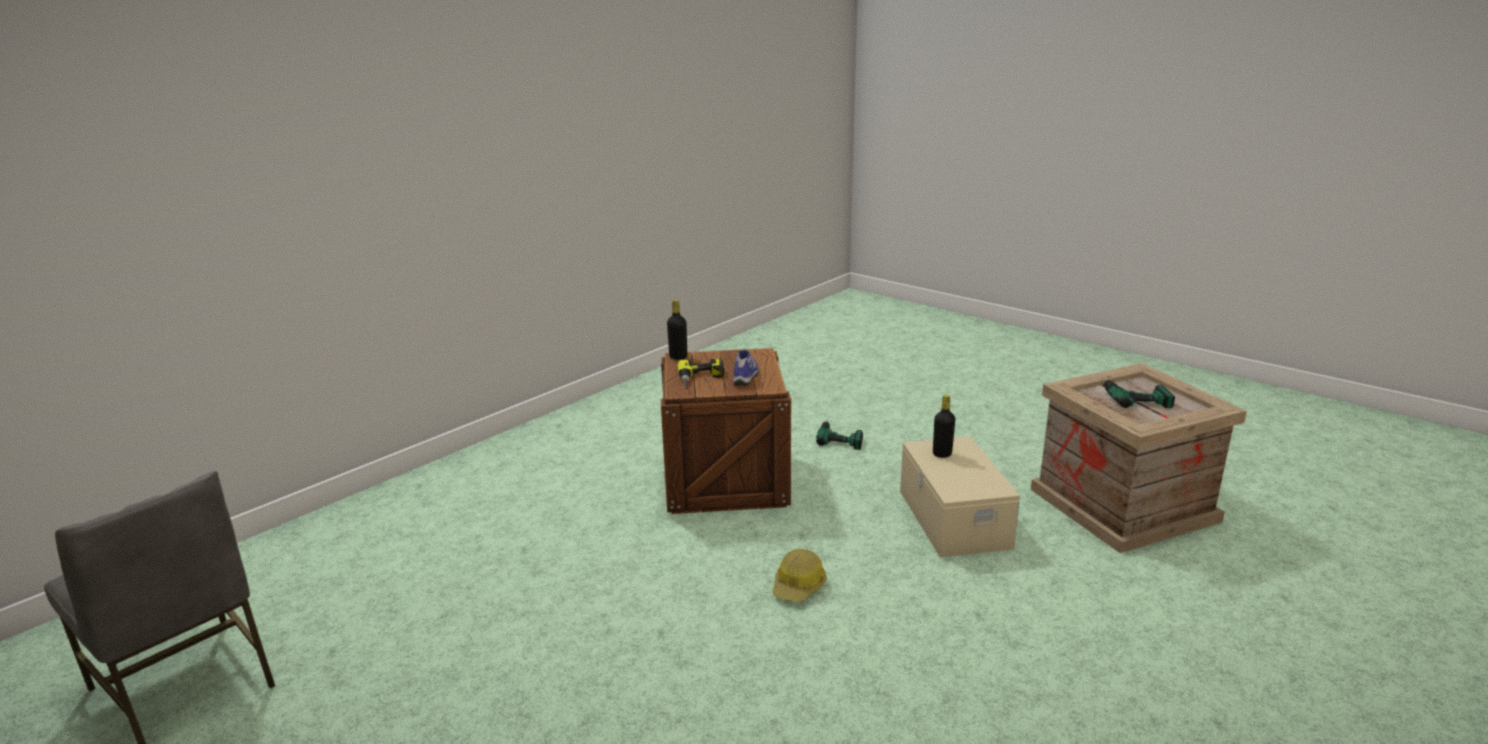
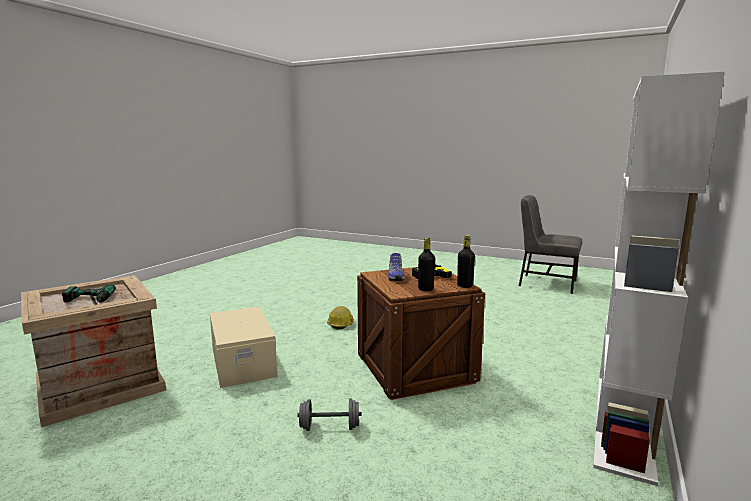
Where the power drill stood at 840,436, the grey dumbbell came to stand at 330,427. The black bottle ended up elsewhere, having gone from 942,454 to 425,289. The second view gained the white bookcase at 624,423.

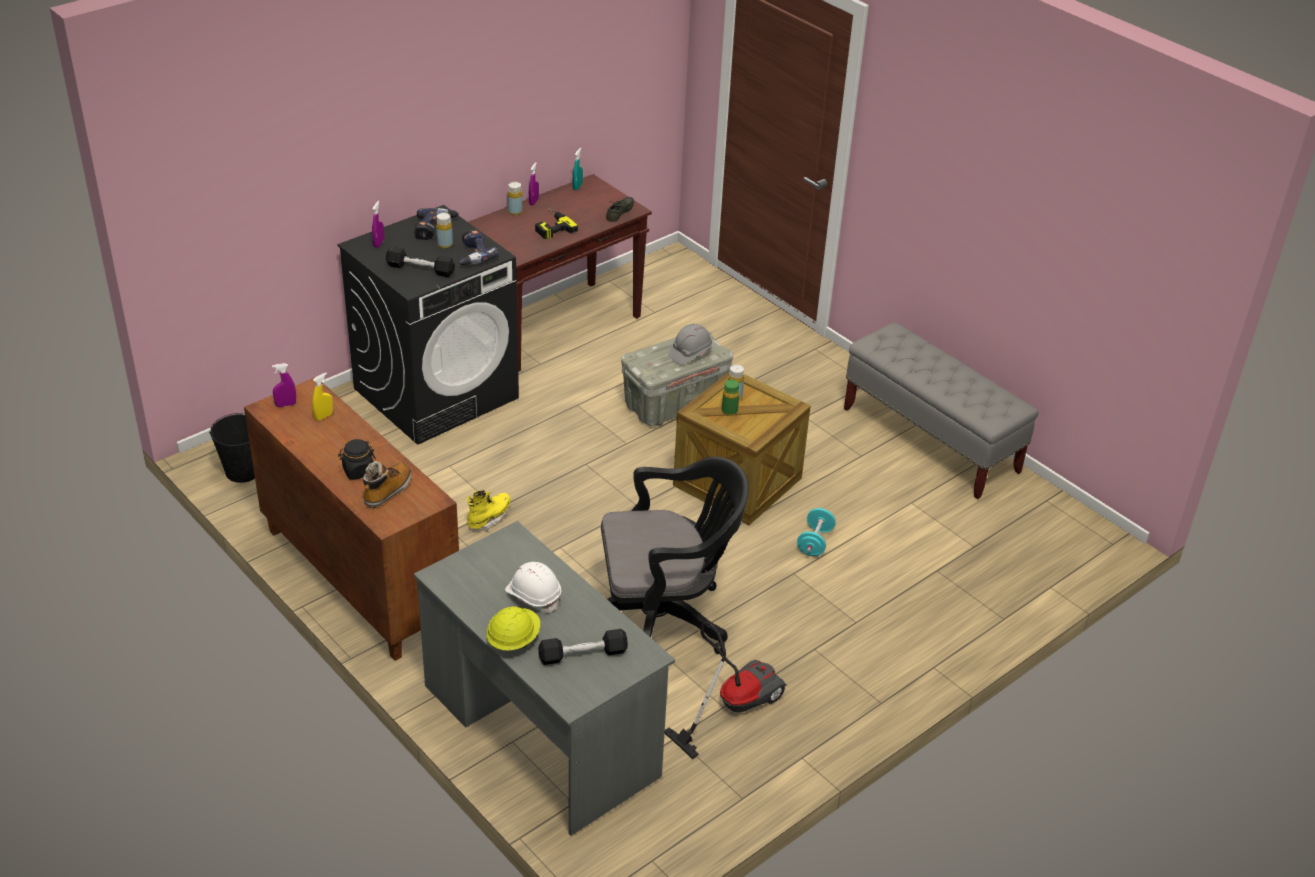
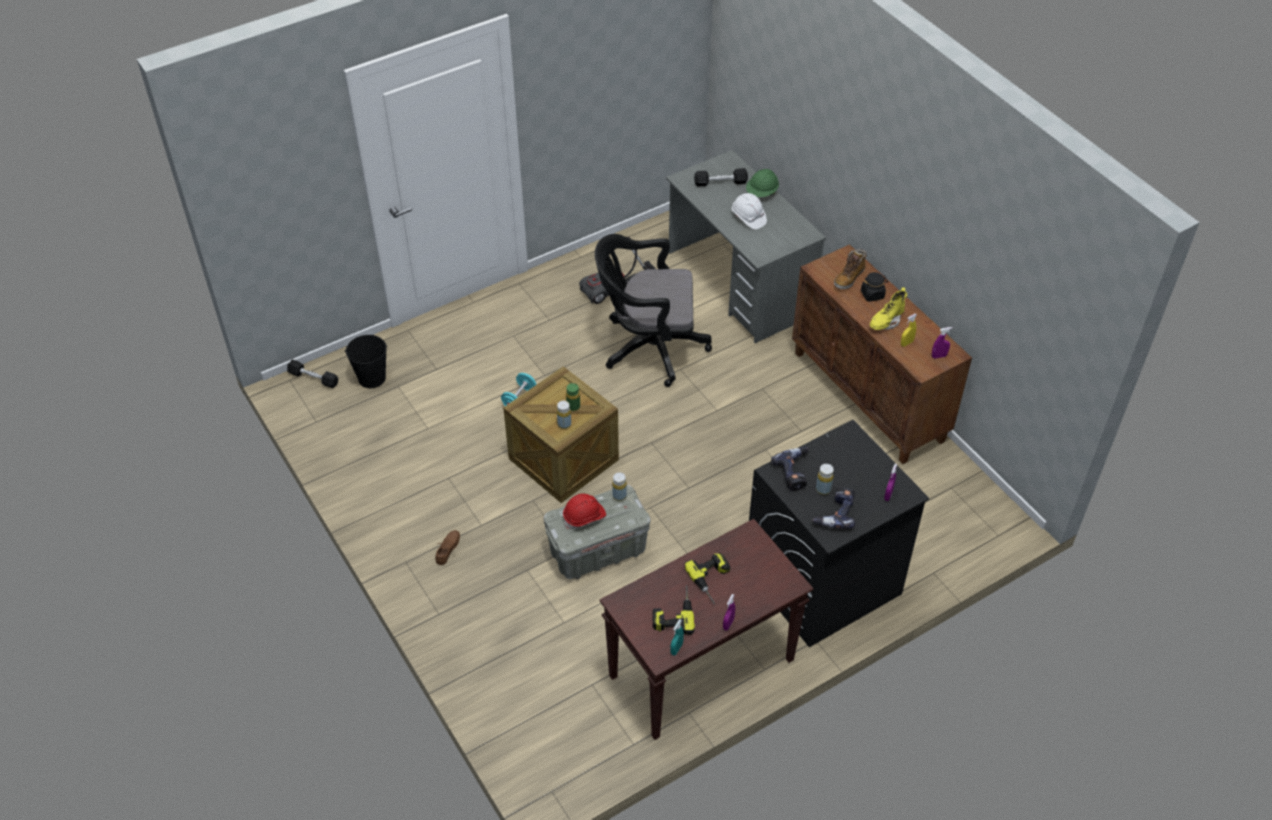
The black dumbbell ended up elsewhere, having gone from 420,269 to 313,378. The black bucket ended up elsewhere, having gone from 243,471 to 372,378. The second view gained the brown shoe at 449,550. What was the grey hard hat at 690,353 turned into the red hard hat at 584,517. The yellow bottle ended up elsewhere, having gone from 515,212 to 619,496. The second view gained the power drill at 673,612. What was the yellow hard hat at 513,640 turned into the green hard hat at 762,193. The yellow boot ended up elsewhere, having gone from 489,518 to 886,322. The second view lost the grey shoe at 621,213. The second view lost the grey bench at 930,441.

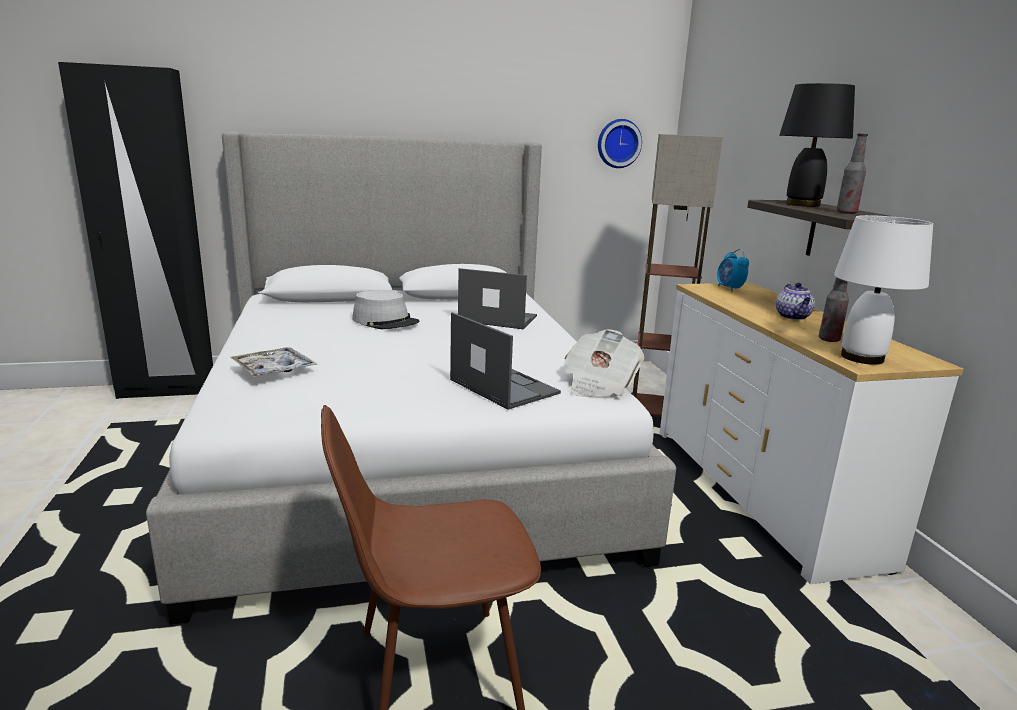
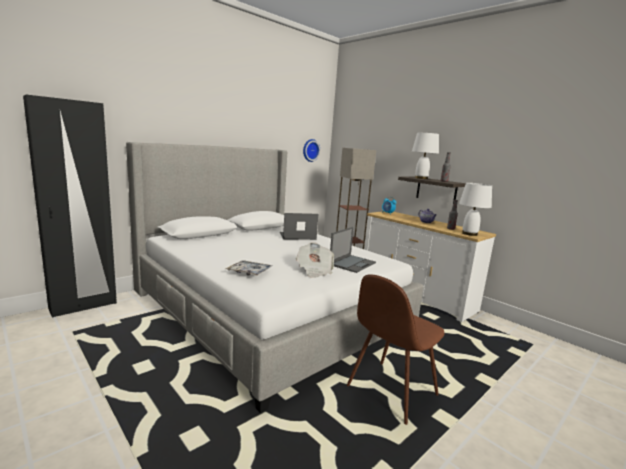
The newspaper ended up elsewhere, having gone from 599,384 to 314,270. The laptop at 502,386 ended up facing another way, 105 degrees clockwise from before. What was the black table lamp at 802,204 turned into the white table lamp at 421,178. The second view lost the grey hat at 385,321.

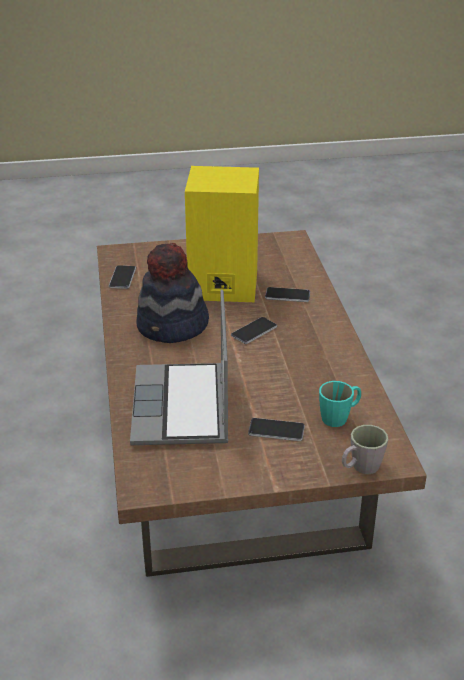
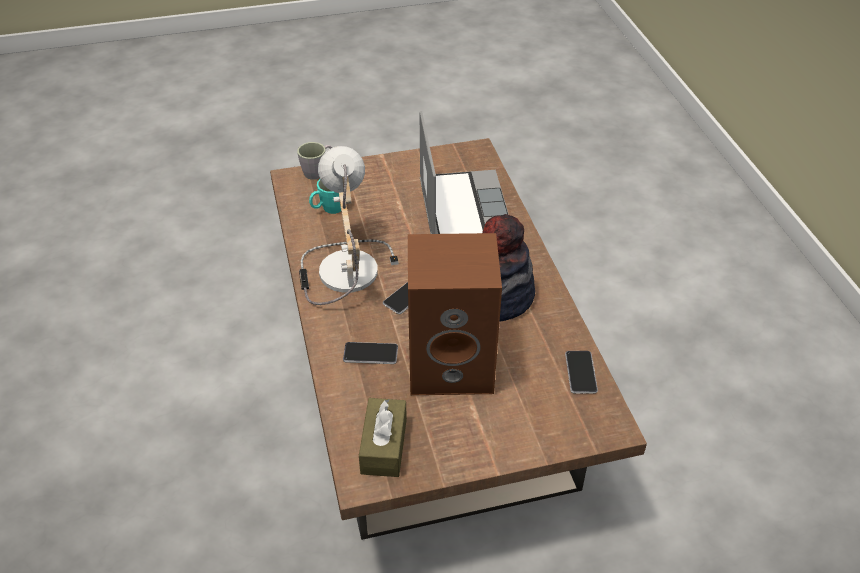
The second view gained the table lamp at 342,270. The second view gained the brown tissue box at 384,446. What was the yellow speaker at 221,286 turned into the brown speaker at 453,364. The second view lost the phone at 276,430.

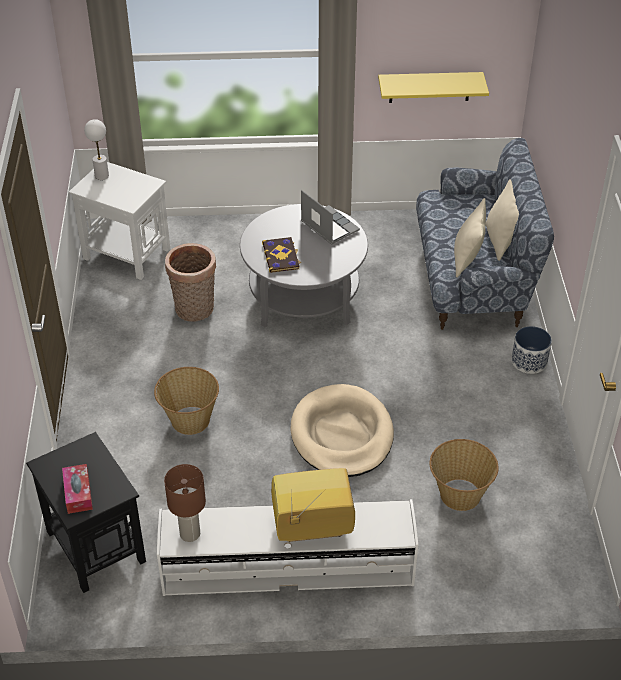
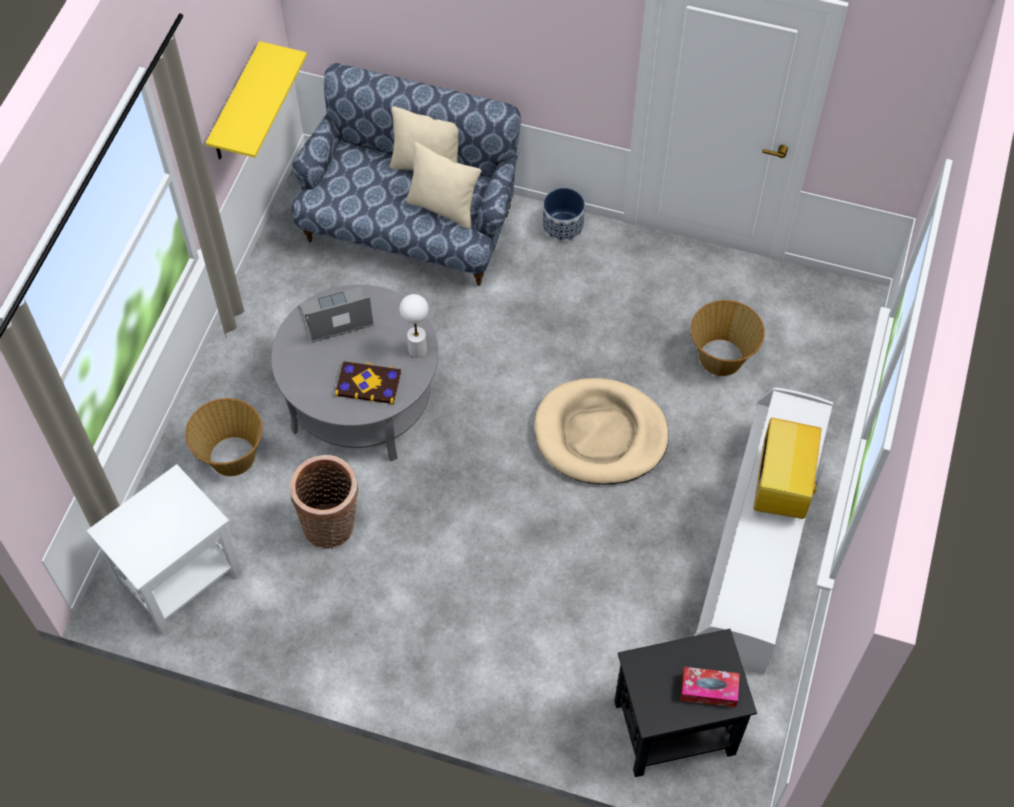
The basket ended up elsewhere, having gone from 189,420 to 232,457. The white table lamp ended up elsewhere, having gone from 101,176 to 417,350. The second view lost the brown table lamp at 190,534.

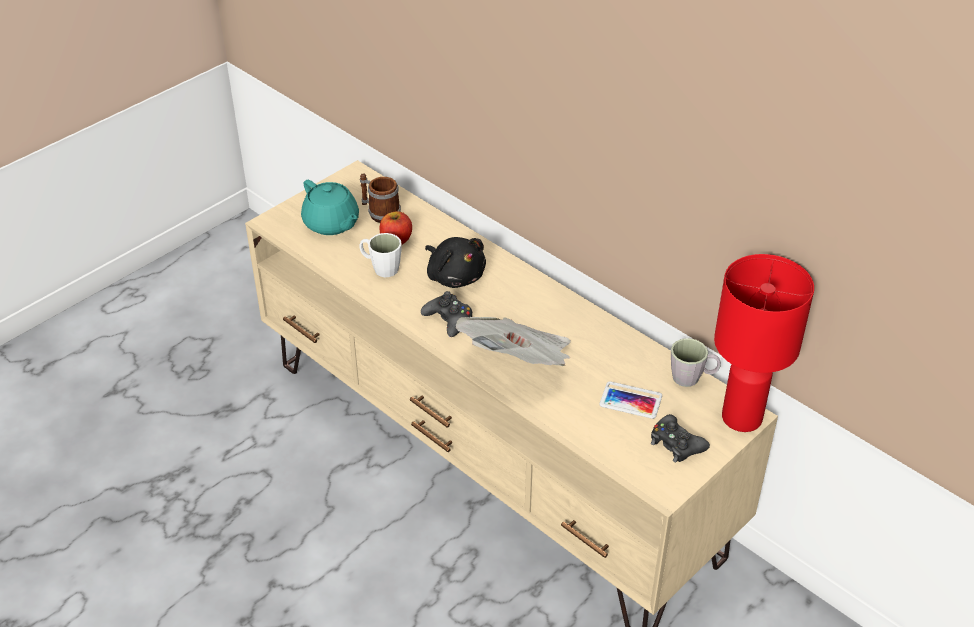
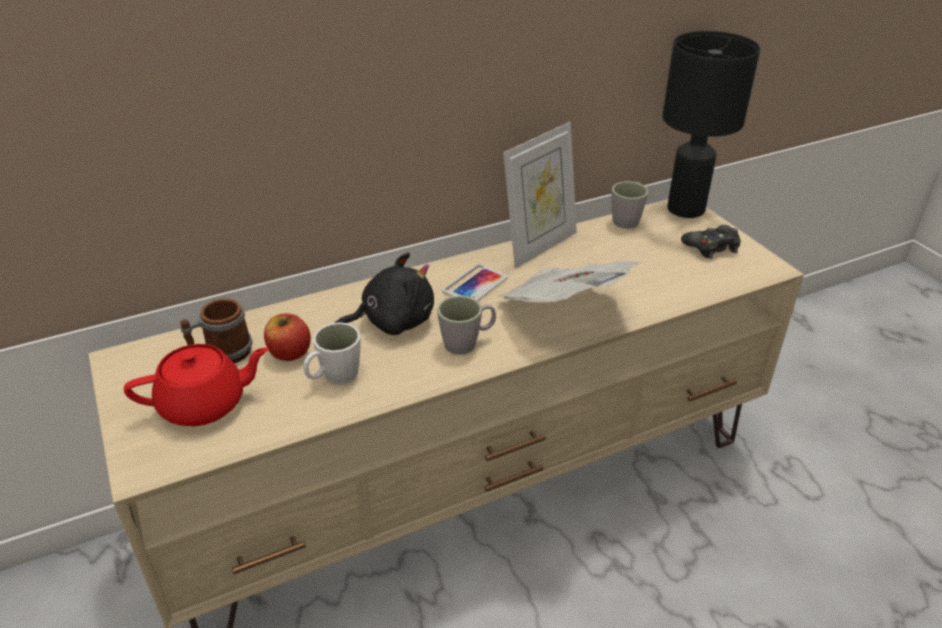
What was the turquoise teapot at 331,224 turned into the red teapot at 205,404. Where the black game controller stood at 449,319, the grey mug came to stand at 467,342. The phone ended up elsewhere, having gone from 630,400 to 475,285. The second view gained the picture frame at 539,246. What was the red table lamp at 740,418 turned into the black table lamp at 686,209.

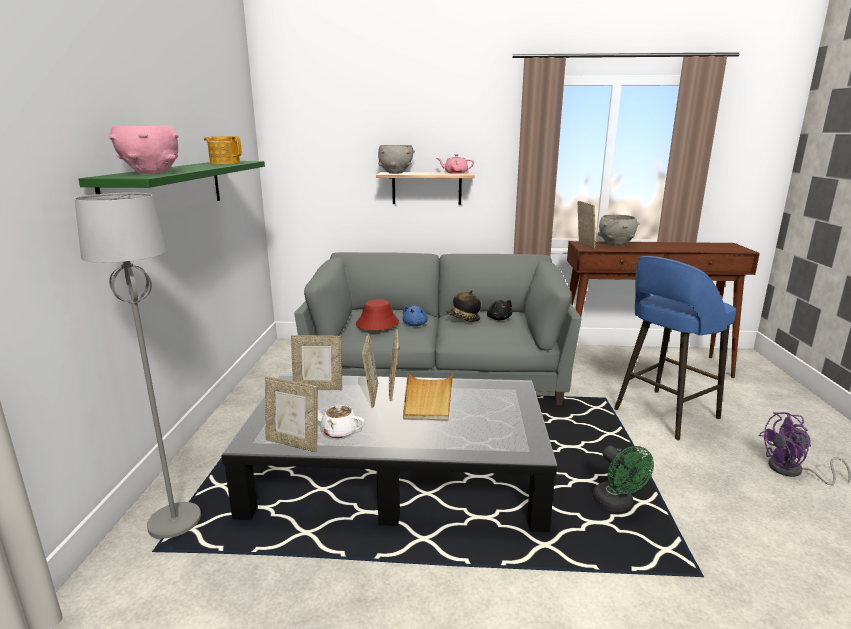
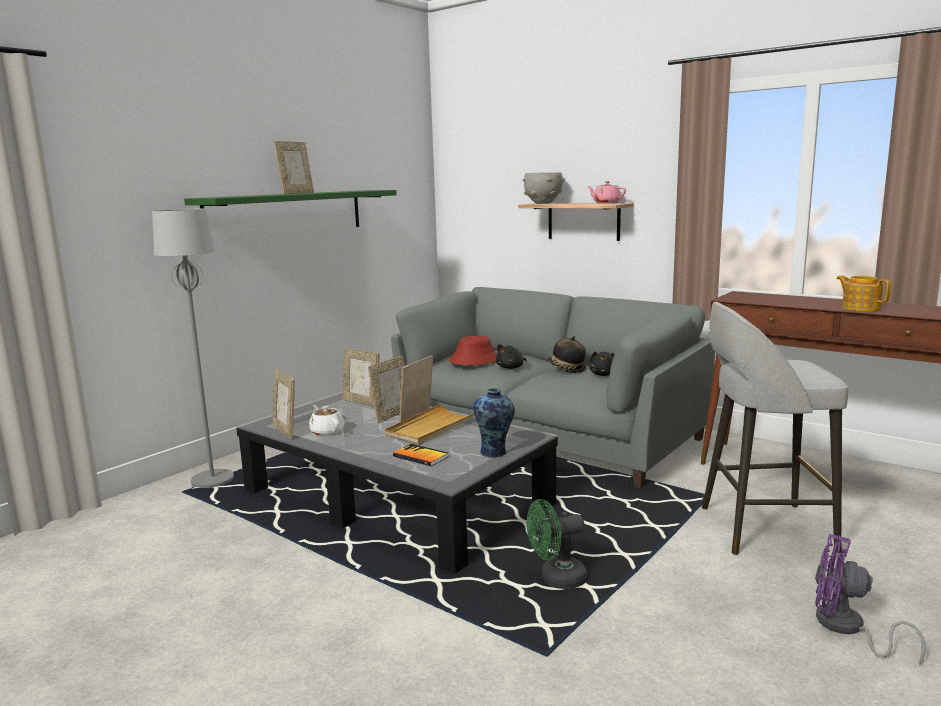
The picture frame ended up elsewhere, having gone from 584,245 to 296,193. The second view gained the book at 420,456. The second view gained the vase at 494,453. What was the blue plush toy at 415,325 turned into the black plush toy at 511,368. The green fan at 617,505 ended up facing another way, 60 degrees clockwise from before. What was the blue stool at 663,414 turned into the grey stool at 761,528. The teapot ended up elsewhere, having gone from 225,163 to 860,308. The second view lost the pink bowl at 151,173. The second view lost the grey bowl at 615,244.

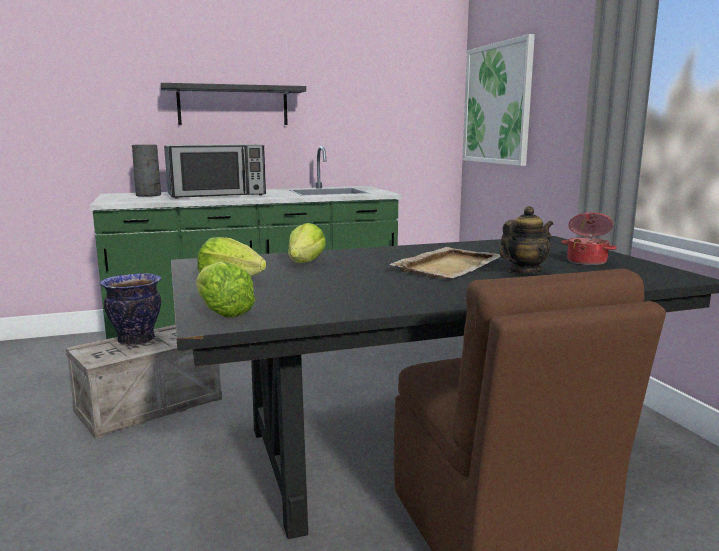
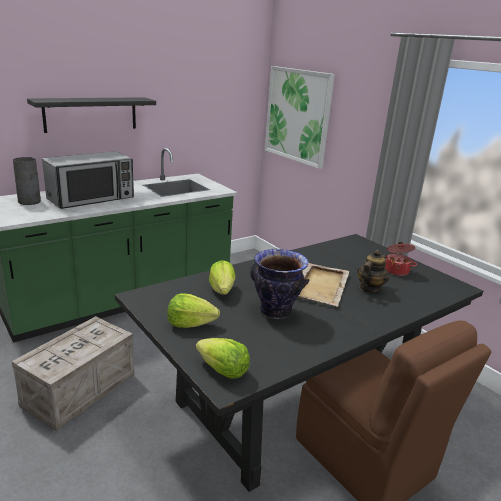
The vase ended up elsewhere, having gone from 135,340 to 275,312.

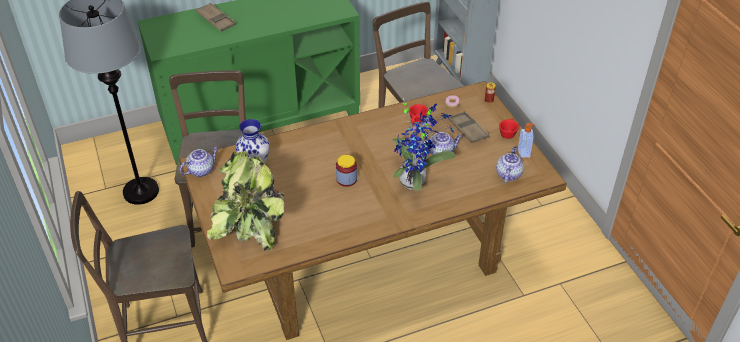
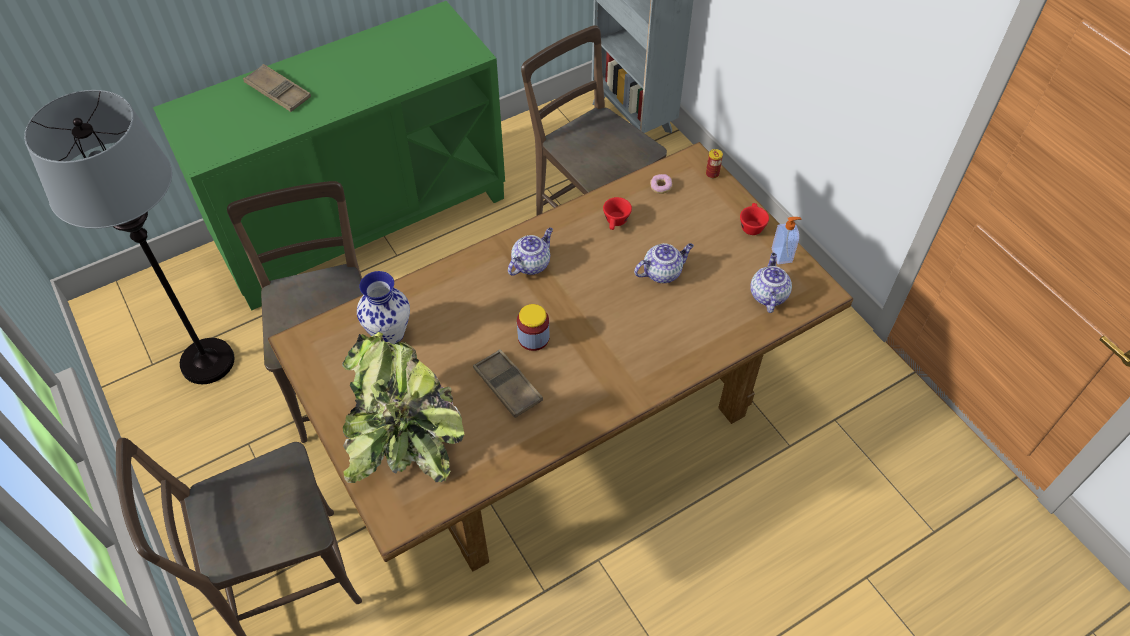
The brown tray ended up elsewhere, having gone from 467,130 to 507,386. The teapot ended up elsewhere, having gone from 201,170 to 531,264. The second view lost the potted plant at 415,180.

